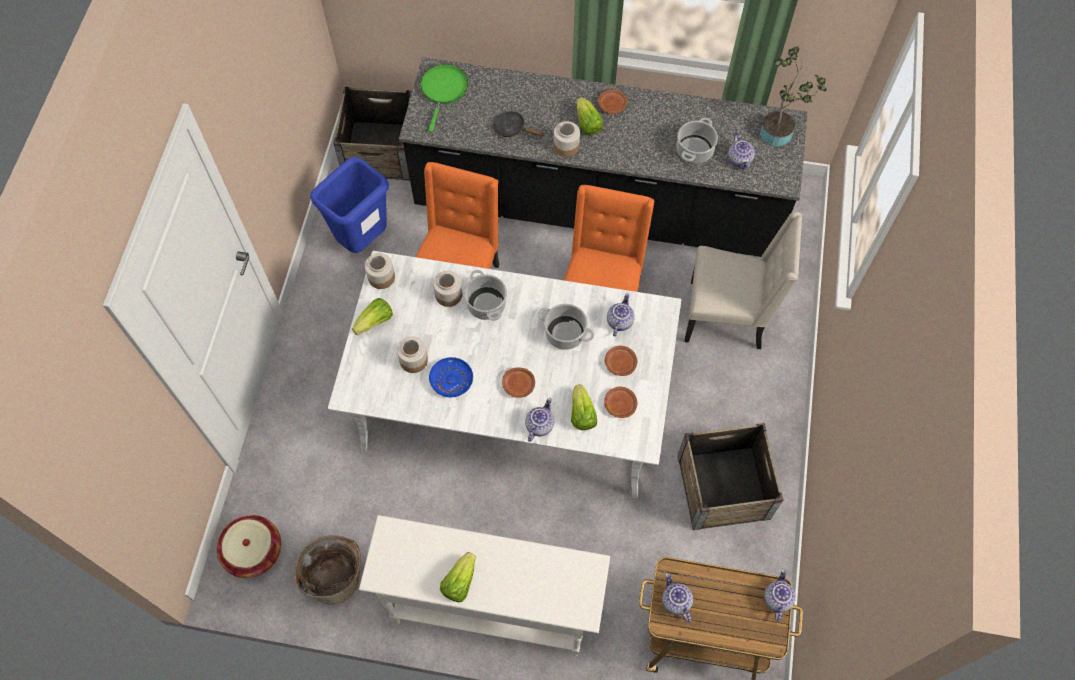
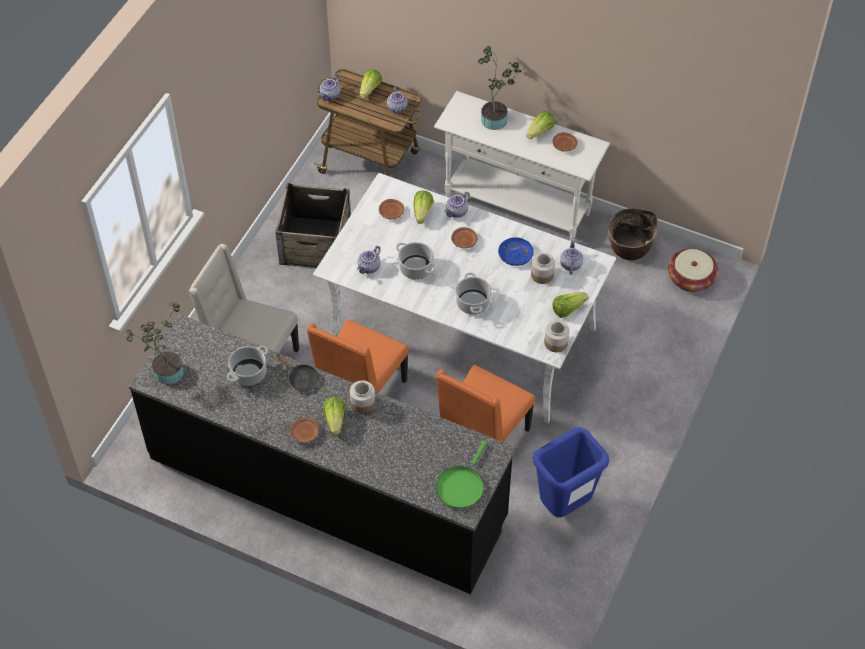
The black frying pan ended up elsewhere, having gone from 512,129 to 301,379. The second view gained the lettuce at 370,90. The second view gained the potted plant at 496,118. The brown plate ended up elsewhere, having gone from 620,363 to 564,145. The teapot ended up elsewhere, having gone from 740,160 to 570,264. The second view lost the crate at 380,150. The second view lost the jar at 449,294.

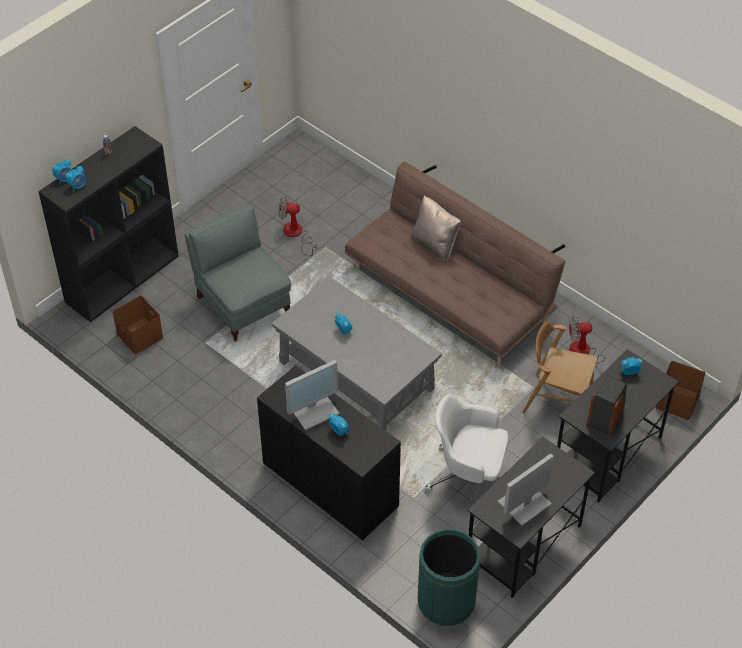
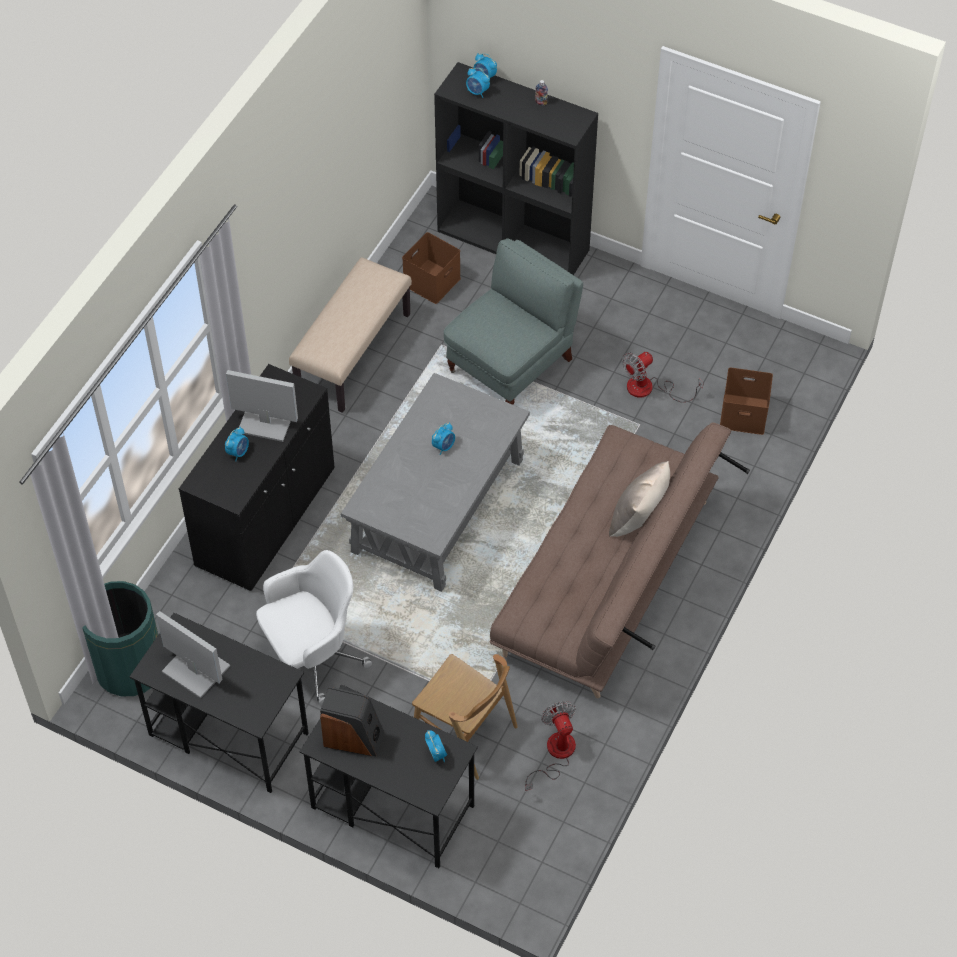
The monitor at 314,409 ended up facing another way, 150 degrees clockwise from before. The white office chair at 468,478 ended up facing another way, 60 degrees clockwise from before. The second view gained the beige bench at 353,352. The brown chair at 557,400 ended up facing another way, 120 degrees clockwise from before. The fan at 296,235 ended up facing another way, 120 degrees counterclockwise from before. The brown storage box ended up elsewhere, having gone from 678,402 to 742,415.

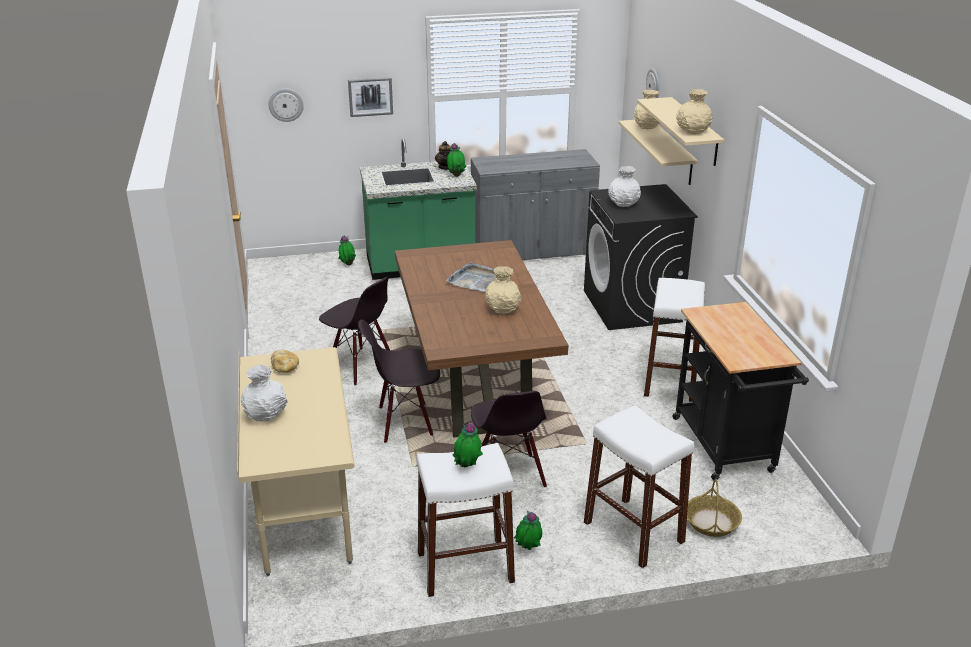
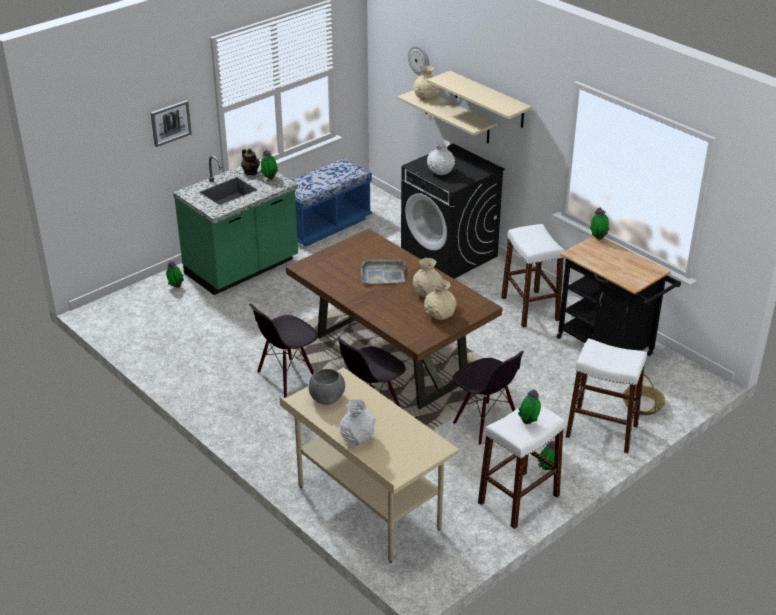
The black chair at 360,366 ended up facing another way, 135 degrees clockwise from before. Where the grey cabinet stood at 532,251, the blue bench came to stand at 324,225. Where the bread stood at 285,368, the grey bowl came to stand at 327,397. The beige vase ended up elsewhere, having gone from 693,132 to 440,316. The second view gained the potted plant at 598,238. The second view lost the wall clock at 286,104.

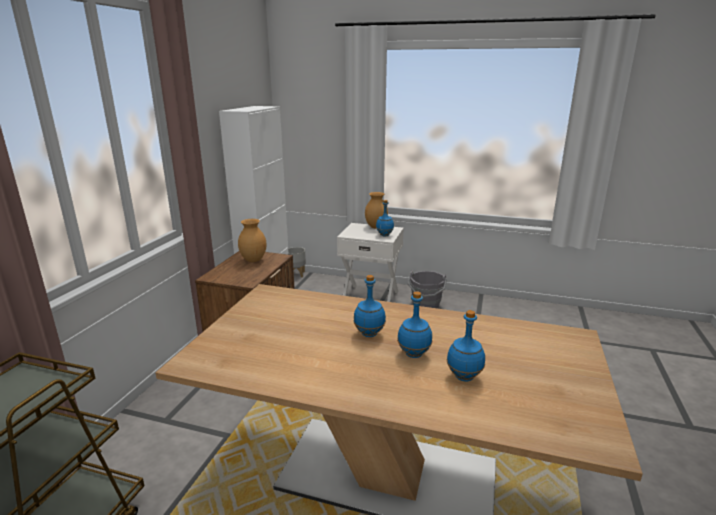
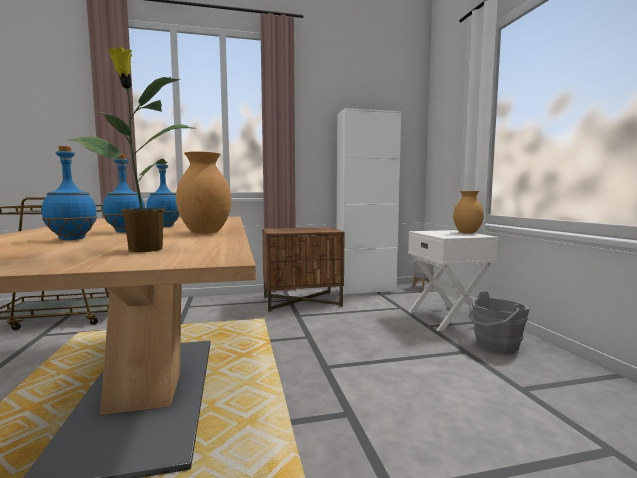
The second view gained the potted plant at 143,250. The brown vase ended up elsewhere, having gone from 253,260 to 204,233. The second view lost the blue bottle at 384,235.

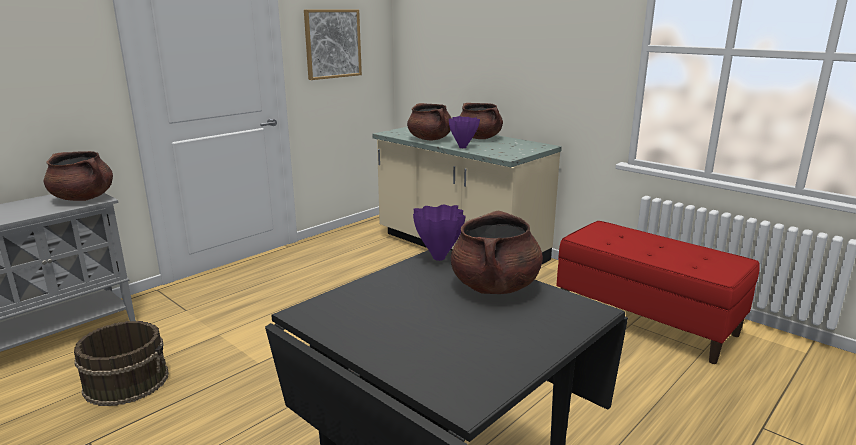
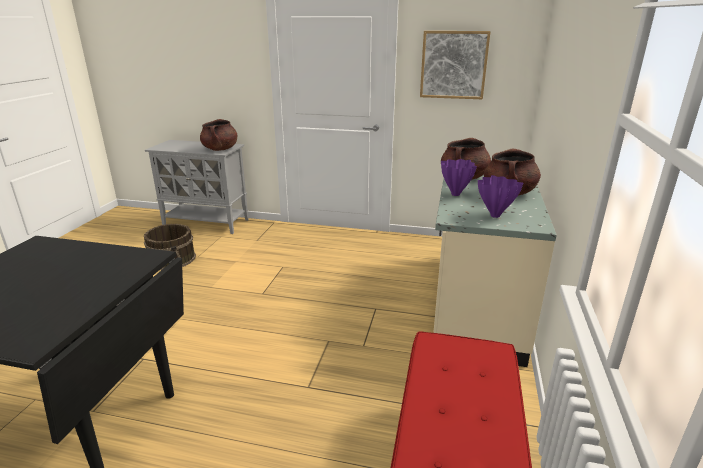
The purple vase ended up elsewhere, having gone from 438,258 to 494,215. The second view lost the brown cooking pot at 495,287.

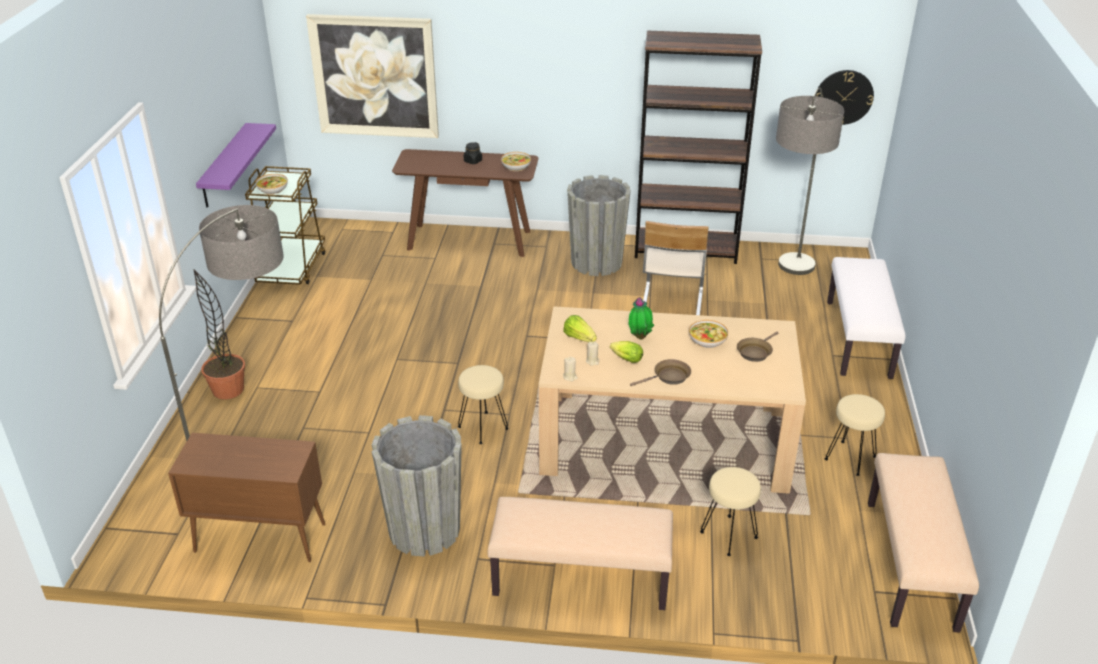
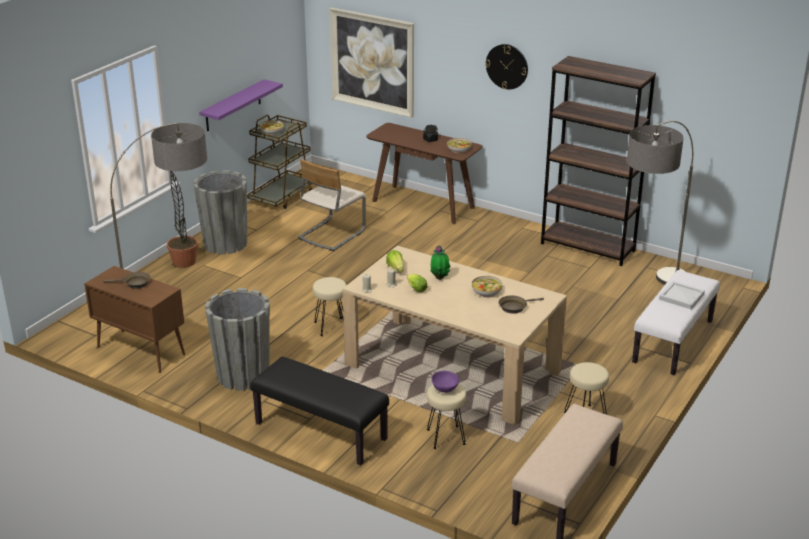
The brown frying pan ended up elsewhere, having gone from 669,377 to 134,283. The grey planter ended up elsewhere, having gone from 596,262 to 225,244. What was the beige bench at 580,579 turned into the black bench at 320,432. The beige chair ended up elsewhere, having gone from 670,307 to 331,234. The second view gained the purple bowl at 445,389. The wall clock ended up elsewhere, having gone from 844,97 to 507,66. The second view gained the white tray at 682,297.

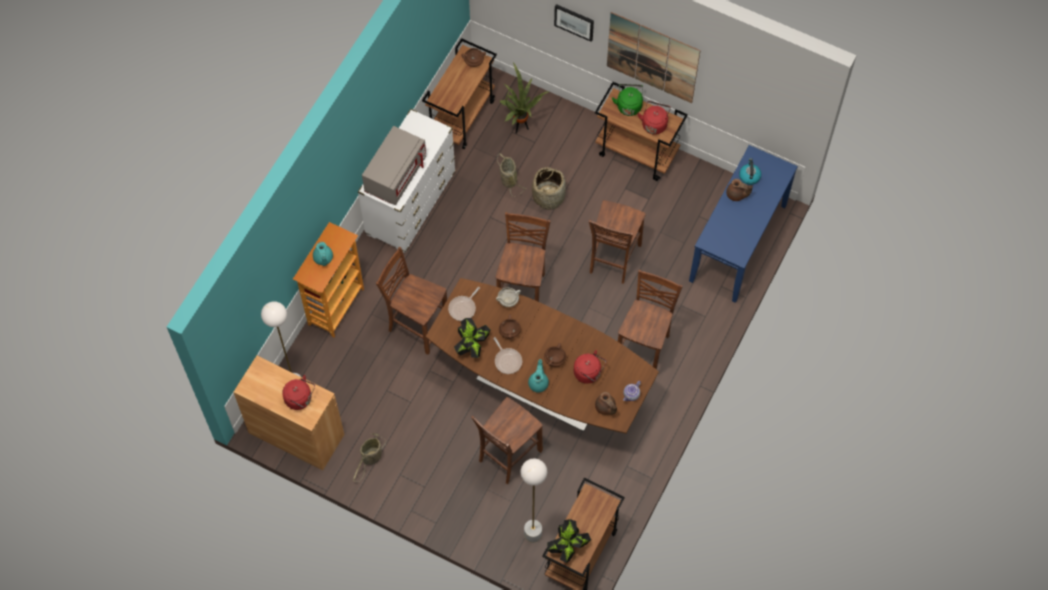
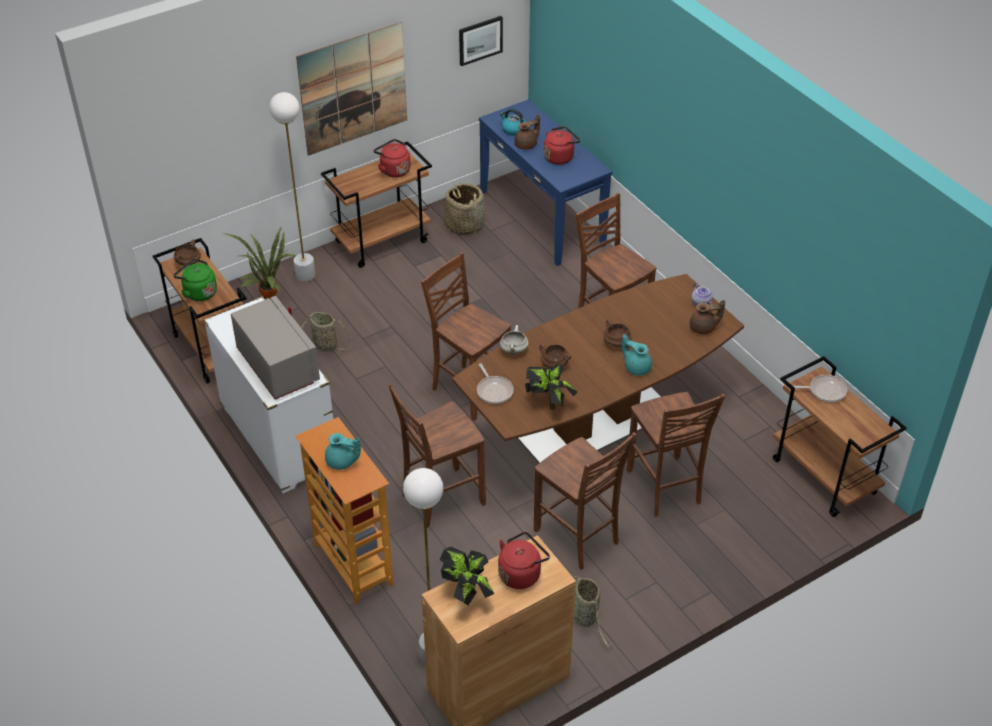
The green kettle ended up elsewhere, having gone from 629,105 to 198,292. The white floor lamp ended up elsewhere, having gone from 533,534 to 305,275. The potted plant ended up elsewhere, having gone from 568,547 to 467,593. The basket ended up elsewhere, having gone from 549,196 to 464,224. The picture ended up elsewhere, having gone from 574,22 to 480,40. The brown chair ended up elsewhere, having gone from 613,259 to 578,537. The red kettle ended up elsewhere, having gone from 589,373 to 560,157. The frying pan ended up elsewhere, having gone from 507,360 to 825,391.

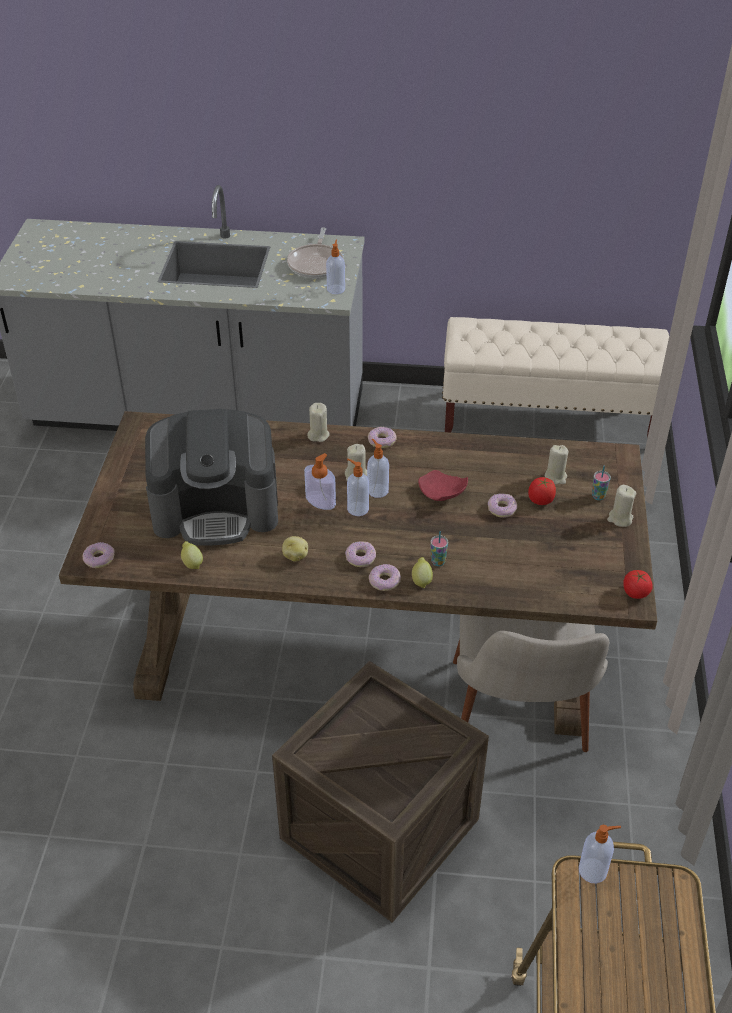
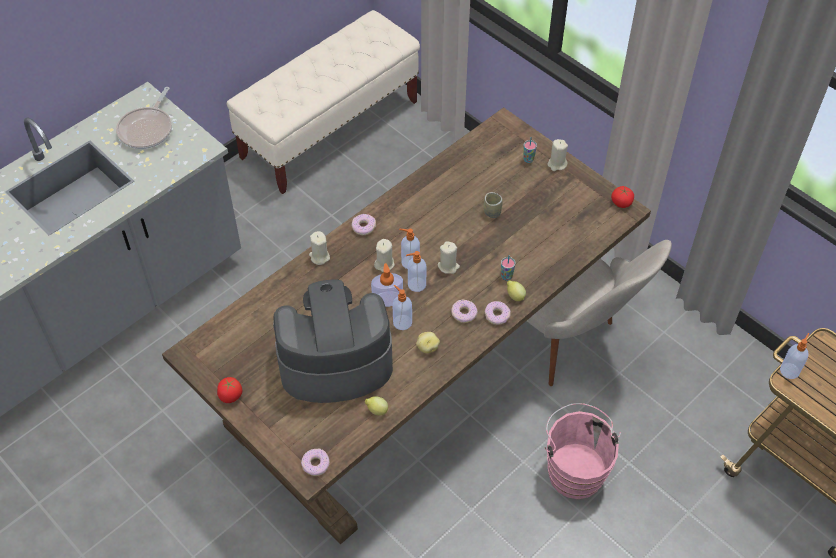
The frying pan at 316,263 ended up facing another way, 60 degrees clockwise from before. The tomato ended up elsewhere, having gone from 540,501 to 230,396. The coffee machine at 216,508 ended up facing another way, 135 degrees counterclockwise from before. The soap dispenser ended up elsewhere, having gone from 336,289 to 402,322. The beige candle ended up elsewhere, having gone from 555,477 to 448,266. Where the donut stood at 501,509, the cup came to stand at 492,212. Where the crate stood at 379,828, the pink bucket came to stand at 574,469. The second view lost the red plate at 441,494.

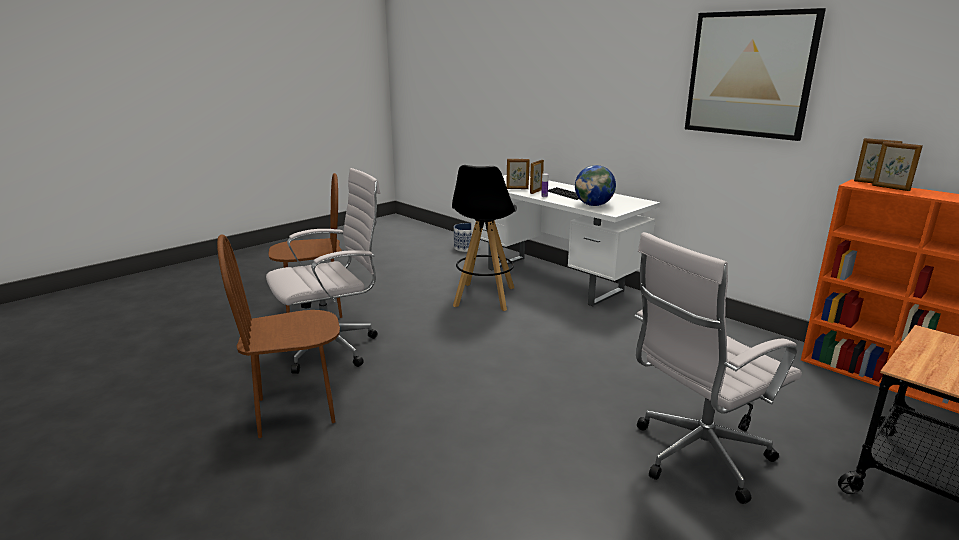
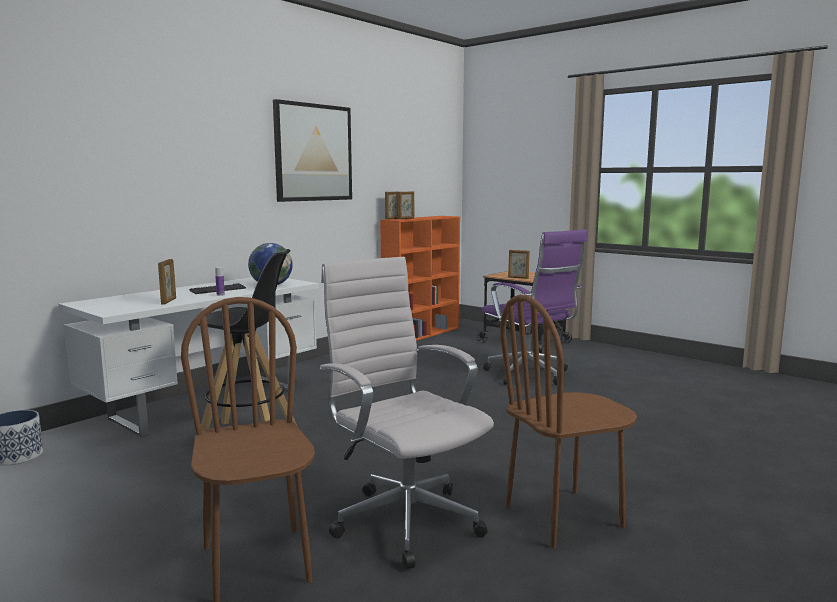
What was the white office chair at 696,457 turned into the purple office chair at 530,375. The brown chair at 296,411 ended up facing another way, 90 degrees clockwise from before. The picture frame ended up elsewhere, having gone from 536,191 to 518,278.

